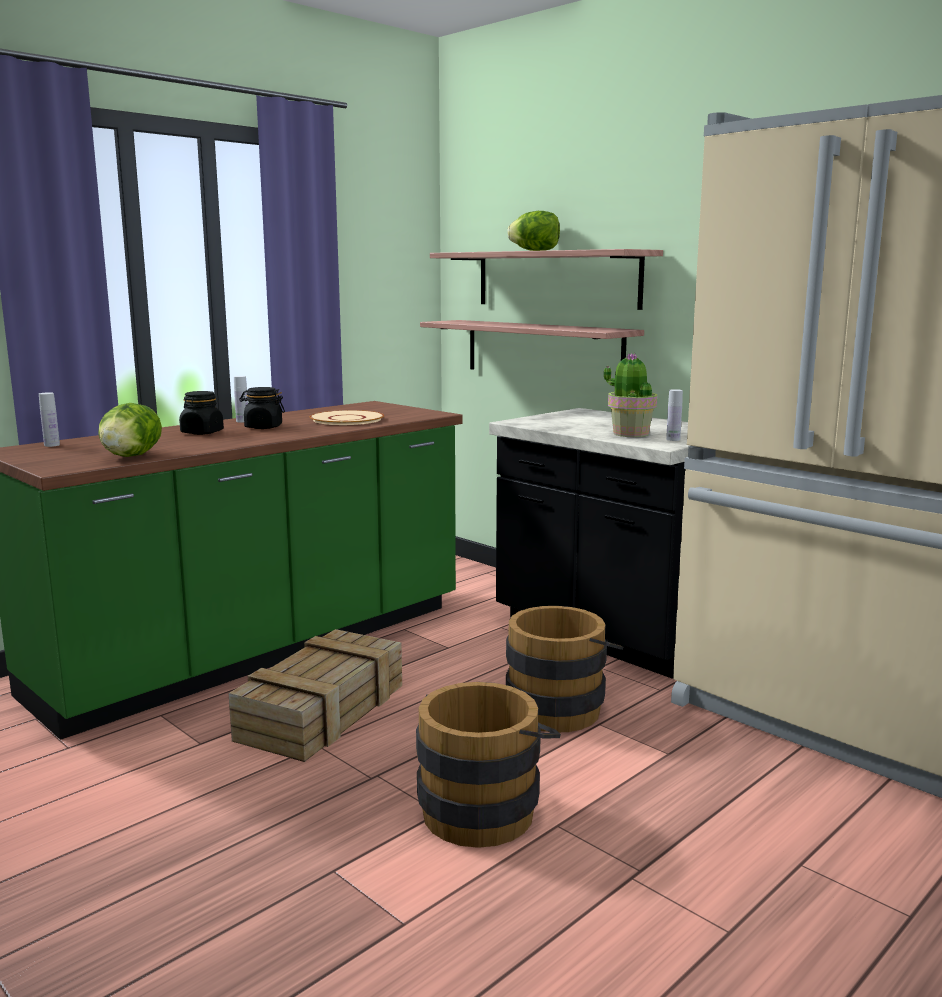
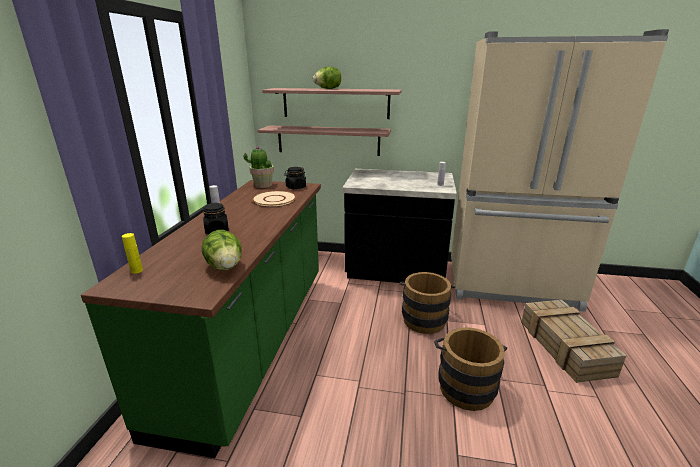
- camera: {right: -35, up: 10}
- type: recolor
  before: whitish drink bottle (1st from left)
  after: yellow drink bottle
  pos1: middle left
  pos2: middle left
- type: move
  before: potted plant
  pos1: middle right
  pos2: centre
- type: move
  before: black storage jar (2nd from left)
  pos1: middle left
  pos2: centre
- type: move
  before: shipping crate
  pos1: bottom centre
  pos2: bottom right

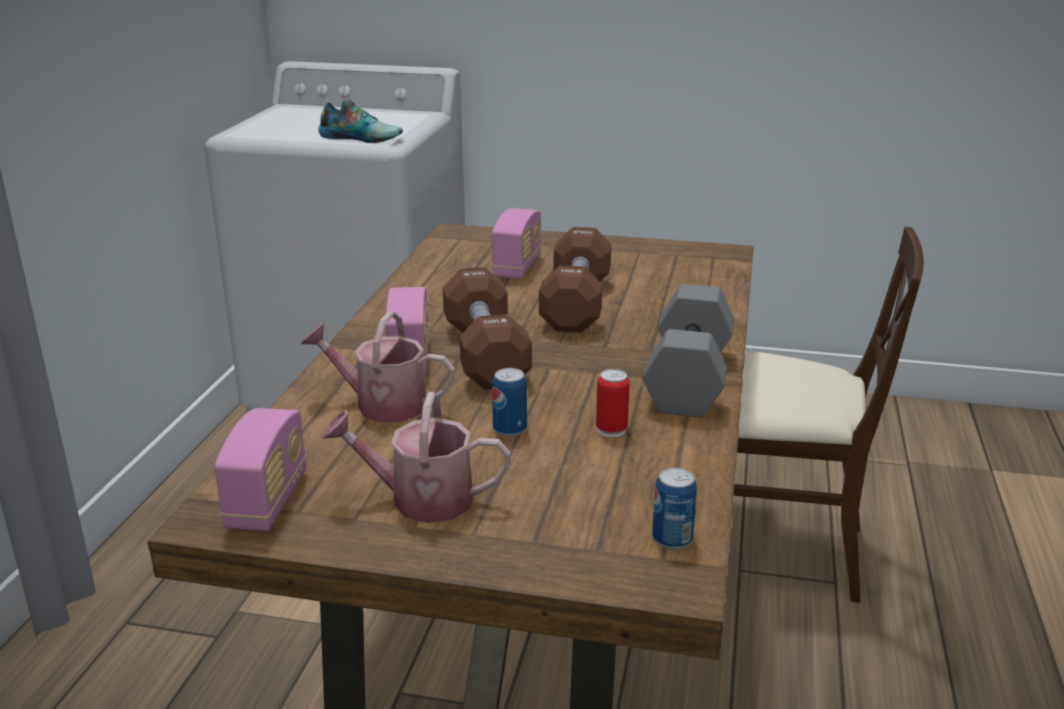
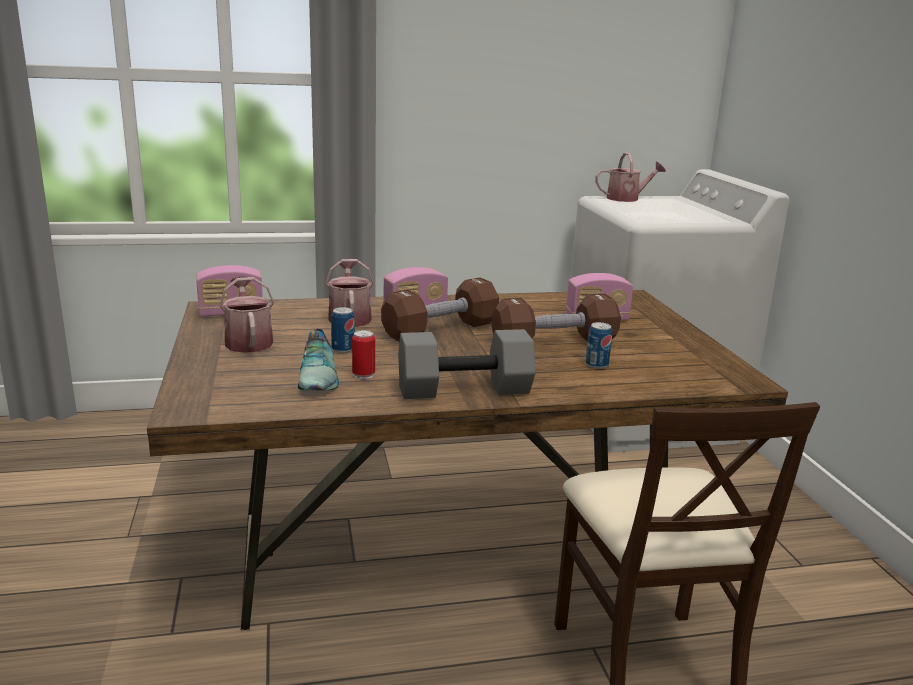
- camera: {right: 65, up: -5}
- type: move
  before: shoe
  pos1: top centre
  pos2: centre
- type: move
  before: can (3rd from left)
  pos1: bottom centre
  pos2: centre
- type: insert
  after: watering can (3rd from left)
  pos2: top right

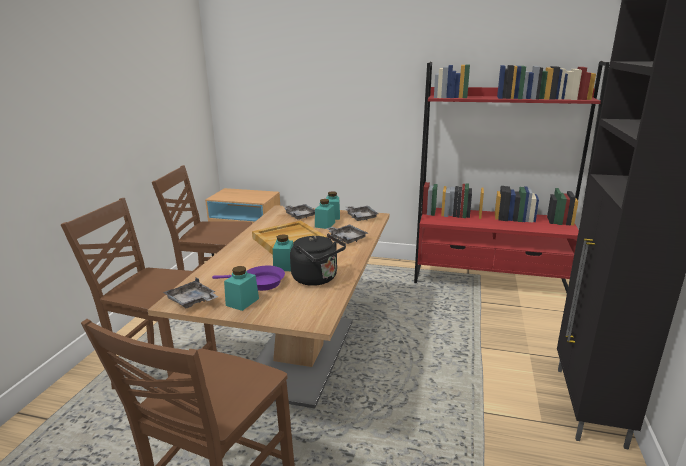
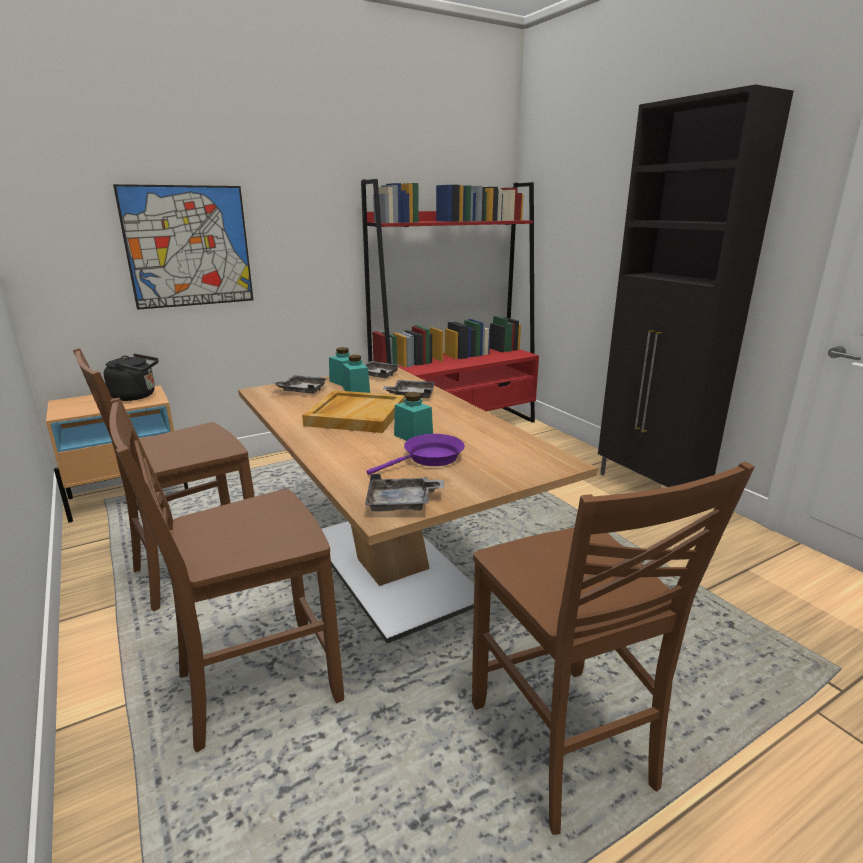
- camera: {right: -45, up: 0}
- type: move
  before: black tea kettle
  pos1: centre
  pos2: middle left
- type: insert
  after: wall art
  pos2: top left
- type: delete
  before: turquoise-coloured storage jar (1st from left)
  pos1: centre

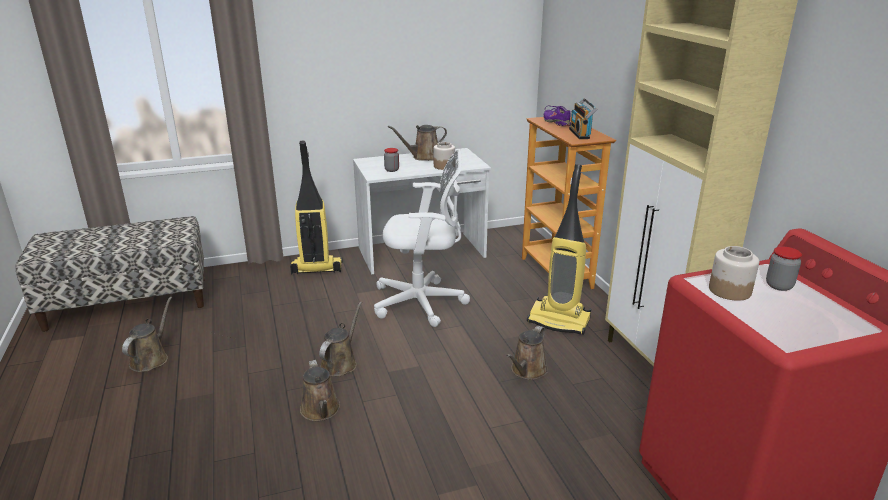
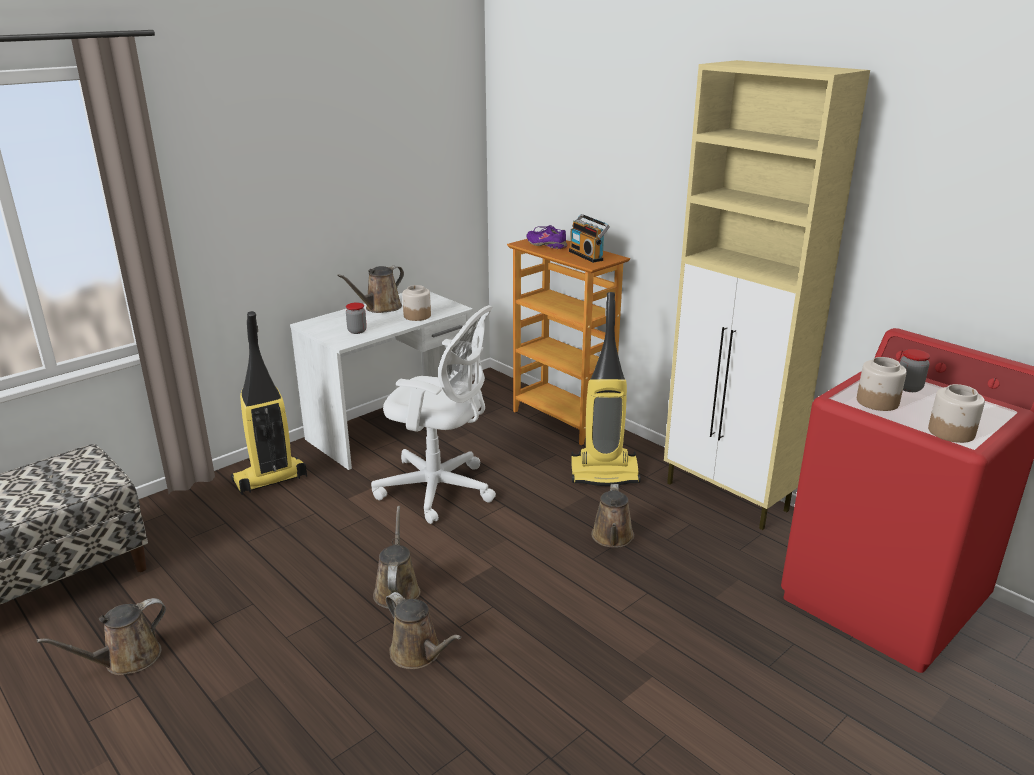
- camera: {right: -25, up: 0}
- type: rotate
  before: brownish watering can (1st from left)
  pos1: bottom left
  pos2: bottom left
  turn: -120
- type: rotate
  before: whitish office chair
  pos1: centre
  pos2: centre
  turn: 45
- type: insert
  after: storage jar (5th from left)
  pos2: middle right

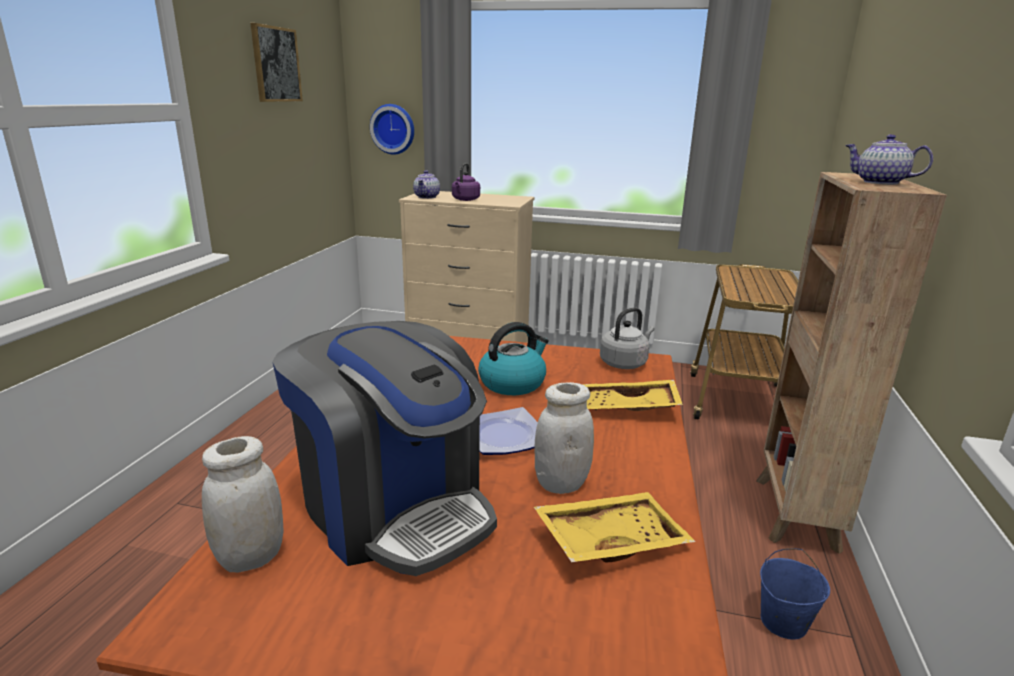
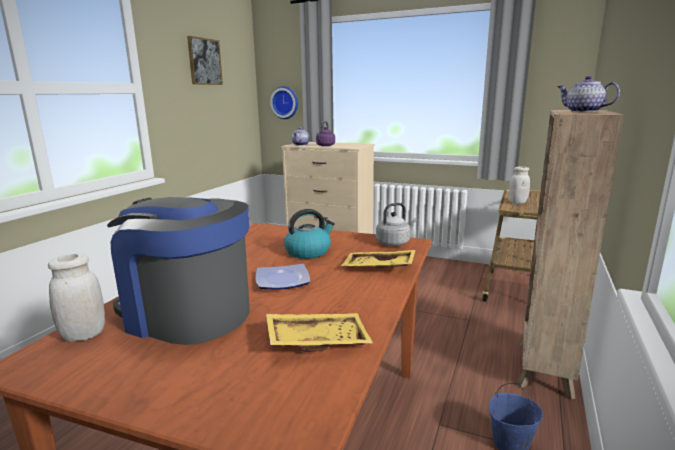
- camera: {right: 10, up: -5}
- type: rotate
  before: coffee machine
  pos1: centre
  pos2: middle left
  turn: 150
- type: move
  before: whitish storage jar (2nd from left)
  pos1: centre
  pos2: middle right

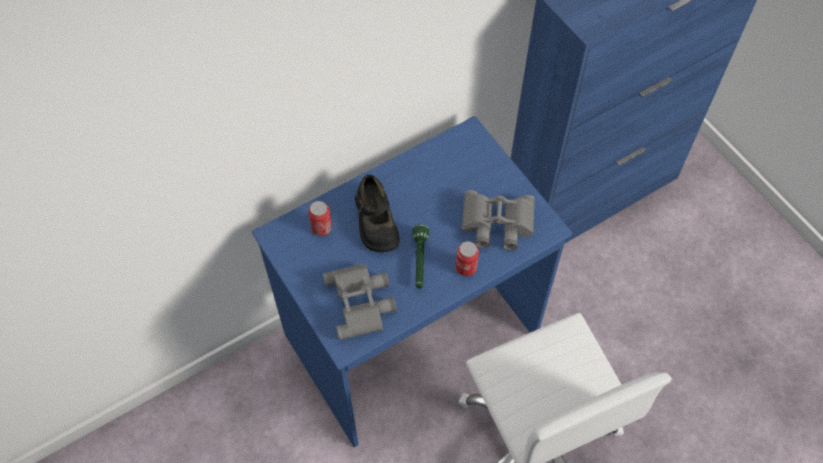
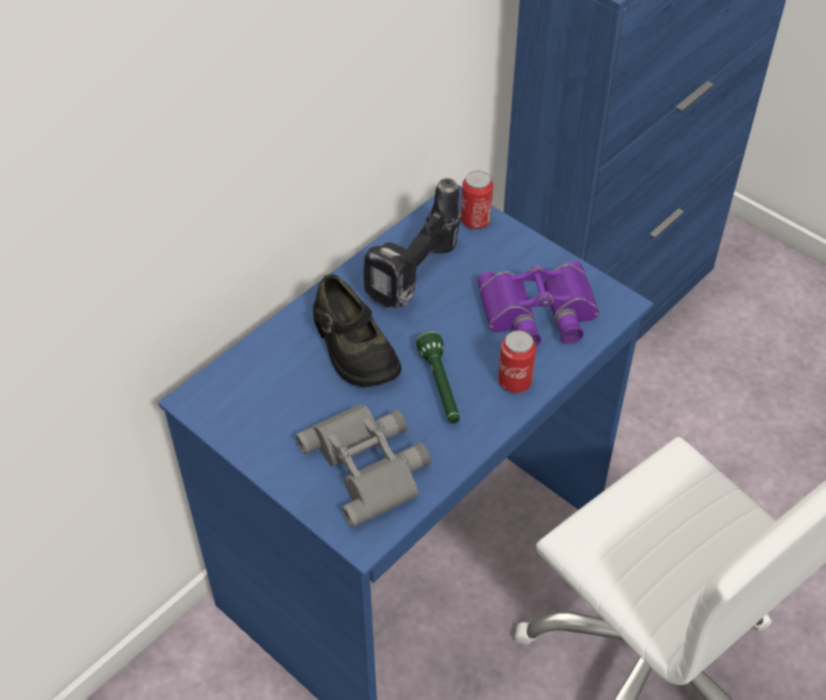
- camera: {right: -15, up: -10}
- type: insert
  after: electric drill
  pos2: centre
- type: move
  before: can (1st from left)
  pos1: centre
  pos2: top centre
- type: recolor
  before: greyish field glasses (2nd from left)
  after: purplish field glasses
  pos1: centre
  pos2: centre

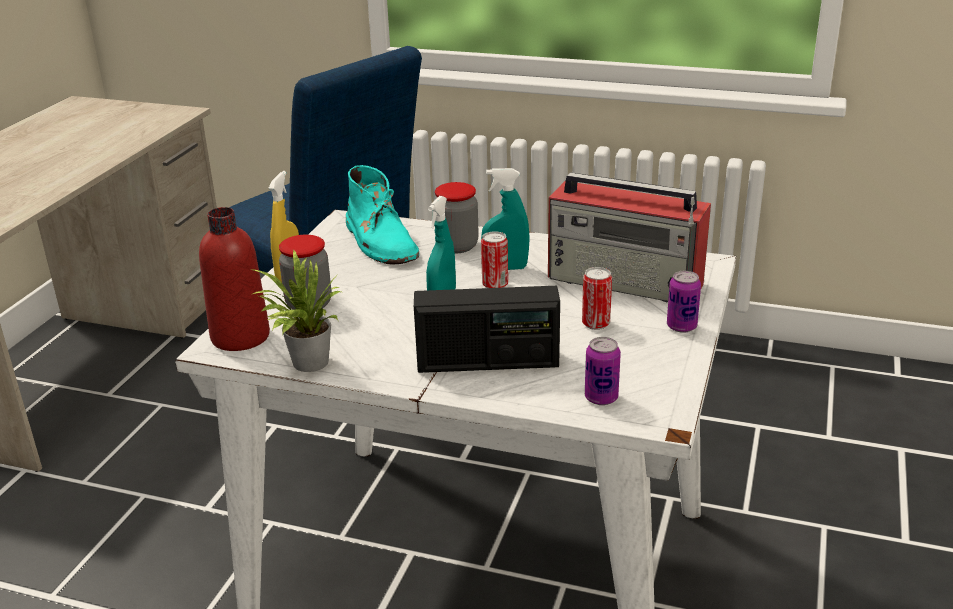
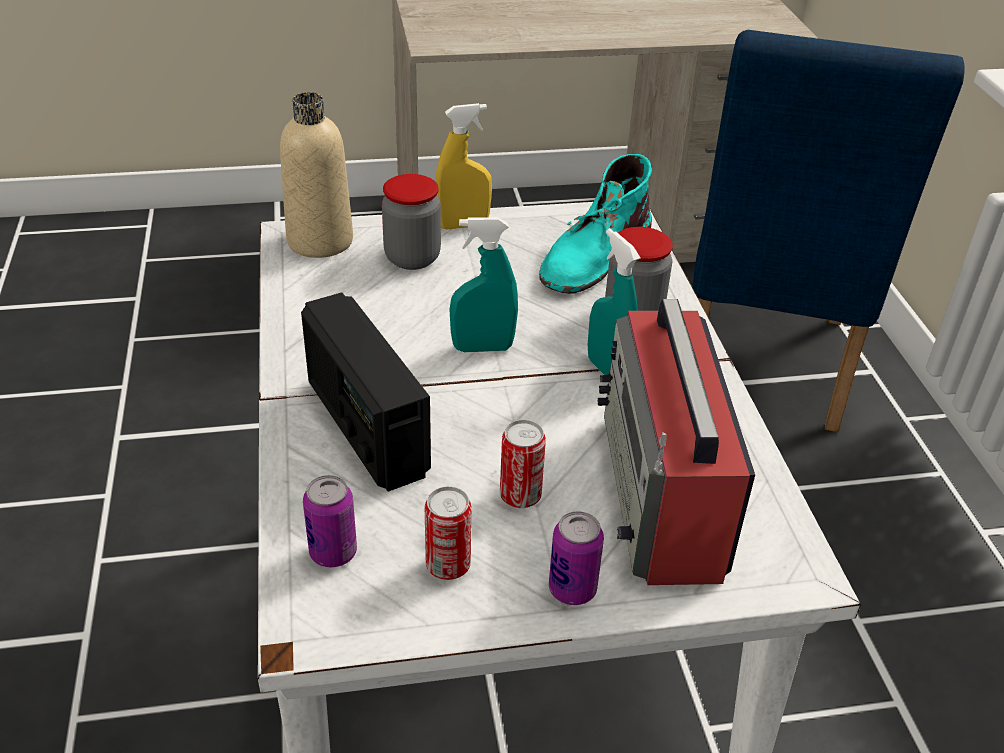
- camera: {right: 60, up: 10}
- type: recolor
  before: red drink bottle
  after: beige-coloured drink bottle
  pos1: middle left
  pos2: top left
- type: move
  before: can (1st from left in the first image)
  after: can (2nd from left)
  pos1: centre
  pos2: bottom centre
- type: delete
  before: potted plant
  pos1: middle left

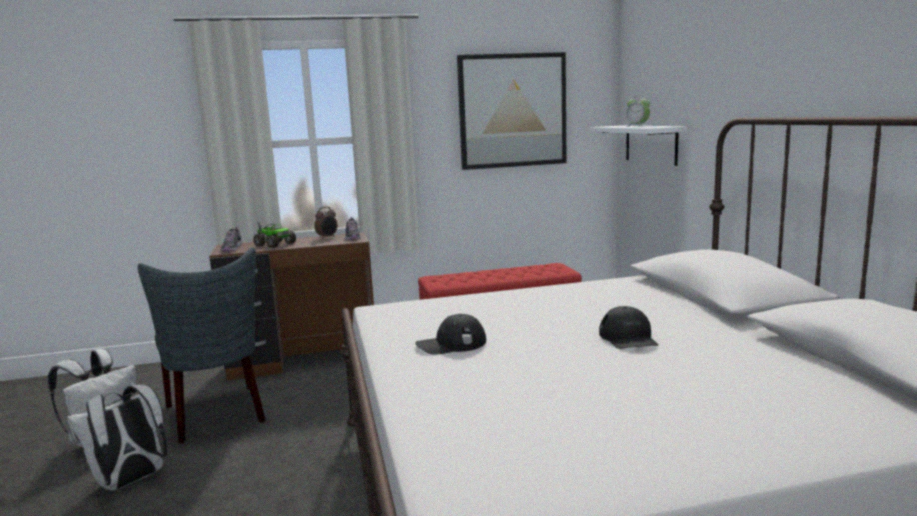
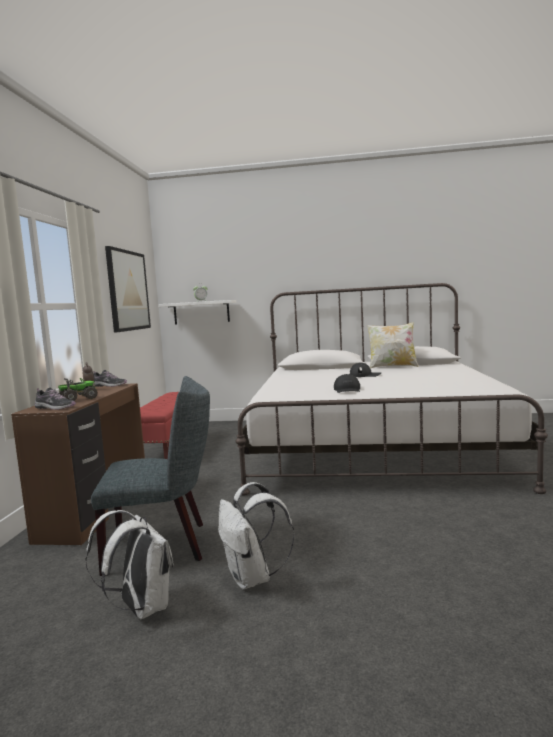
- camera: {right: -70, up: -5}
- type: insert
  after: throw pillow
  pos2: middle right

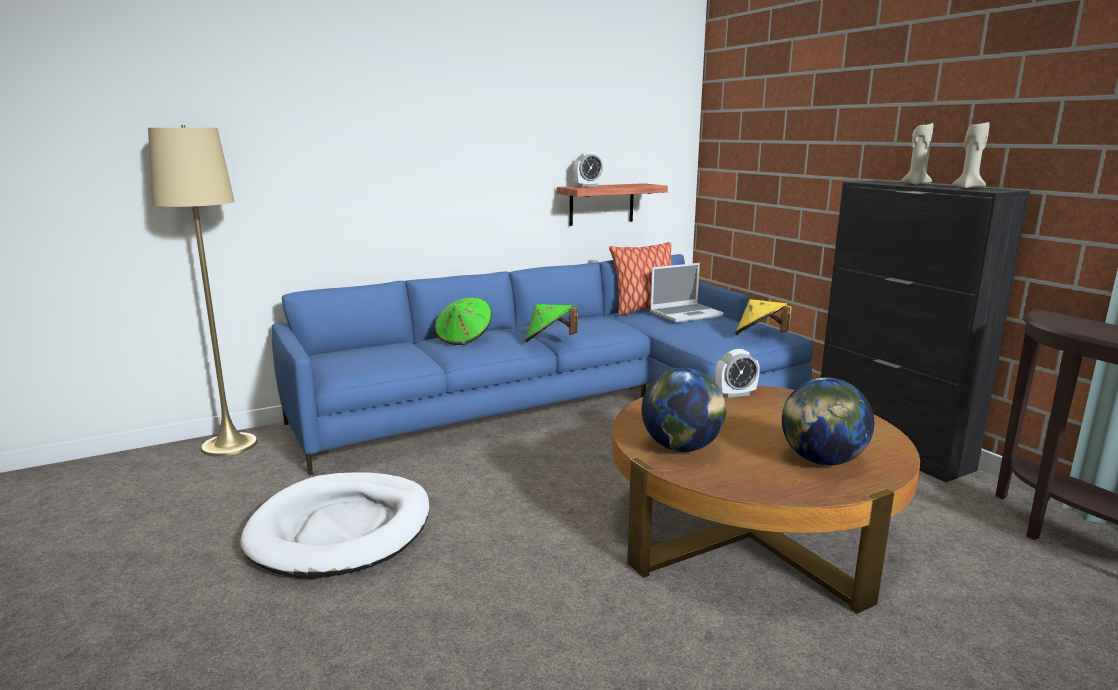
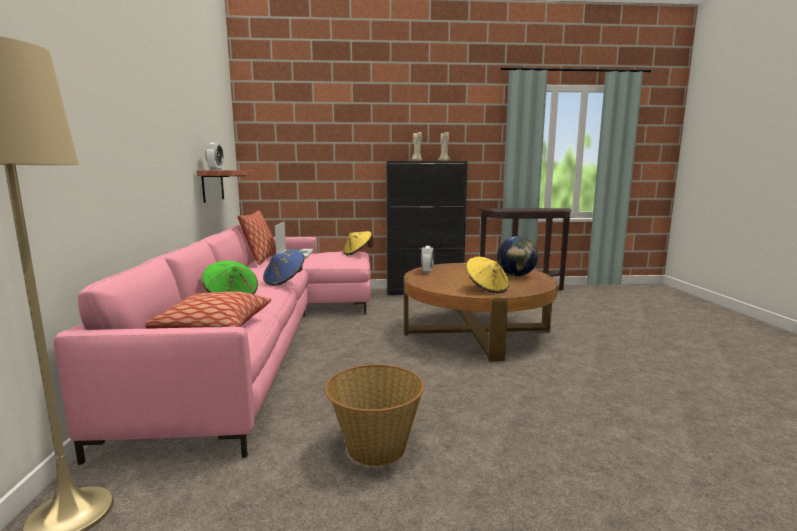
- camera: {right: -65, up: -5}
- type: recolor
  before: blue settee
  after: pink settee
  pos1: centre
  pos2: middle left
- type: insert
  after: throw pillow (1st from left)
  pos2: middle left
- type: recolor
  before: green hat (2nd from left)
  after: blue hat
  pos1: centre
  pos2: centre
- type: replace
  before: whitish pet bed
  after: storage basket
  pos1: bottom left
  pos2: bottom centre
- type: replace
  before: world globe (1st from left)
  after: yellow hat (2nd from left)
  pos1: centre
  pos2: centre

